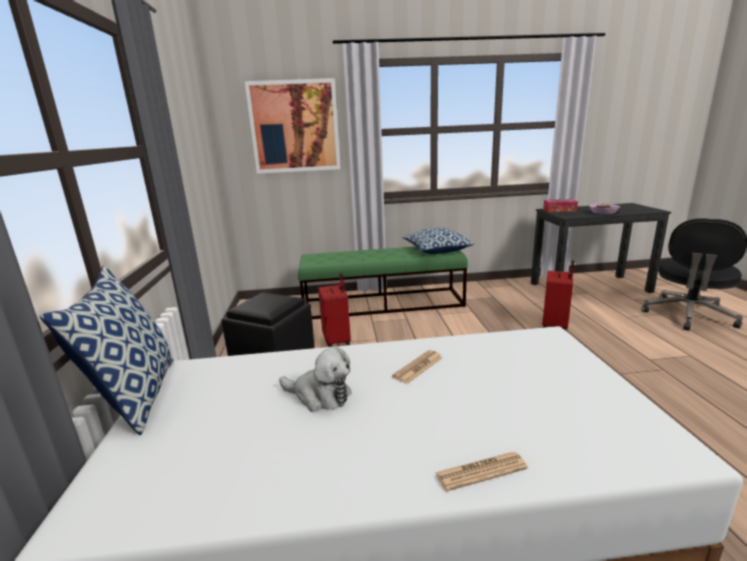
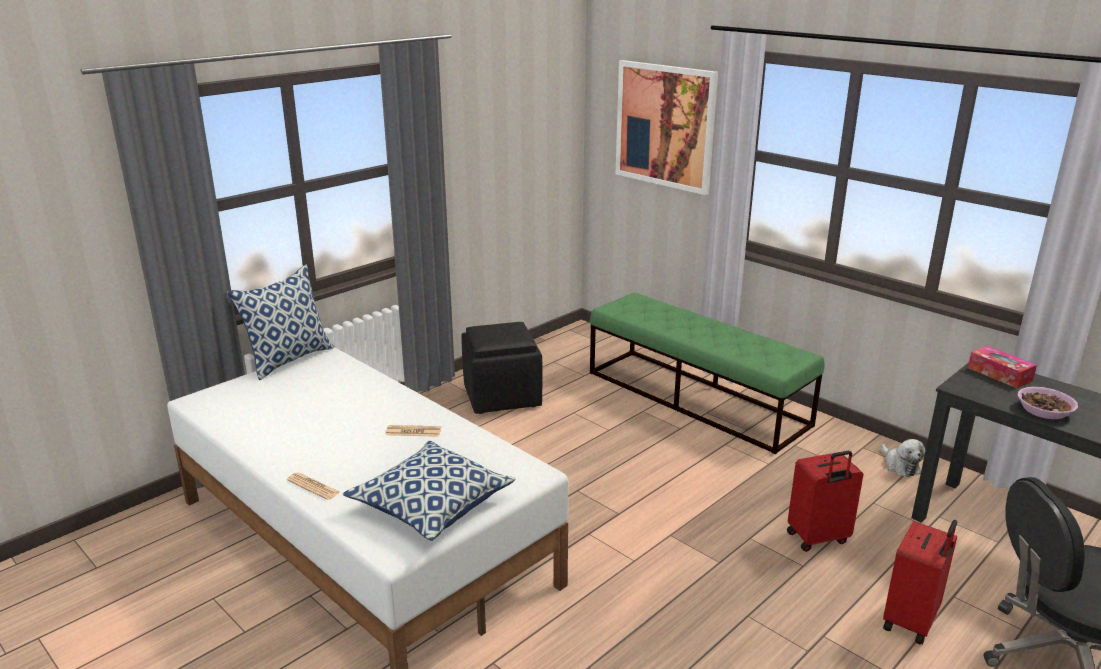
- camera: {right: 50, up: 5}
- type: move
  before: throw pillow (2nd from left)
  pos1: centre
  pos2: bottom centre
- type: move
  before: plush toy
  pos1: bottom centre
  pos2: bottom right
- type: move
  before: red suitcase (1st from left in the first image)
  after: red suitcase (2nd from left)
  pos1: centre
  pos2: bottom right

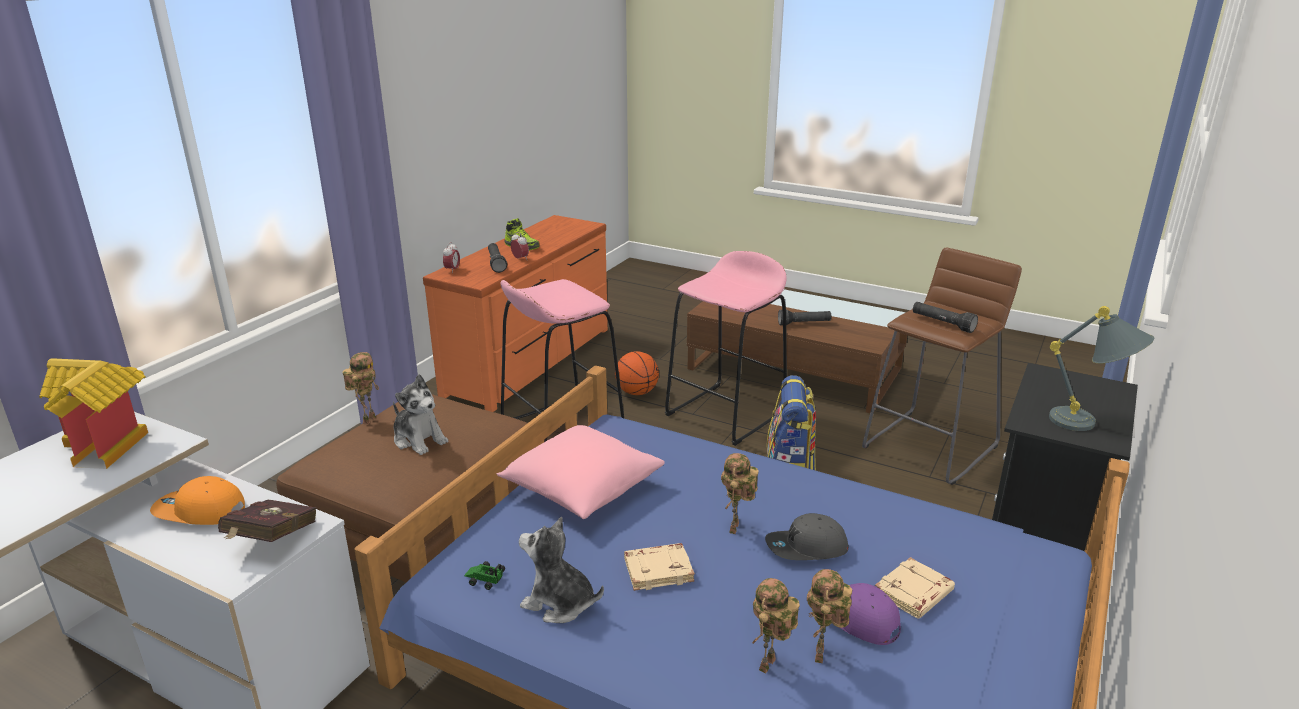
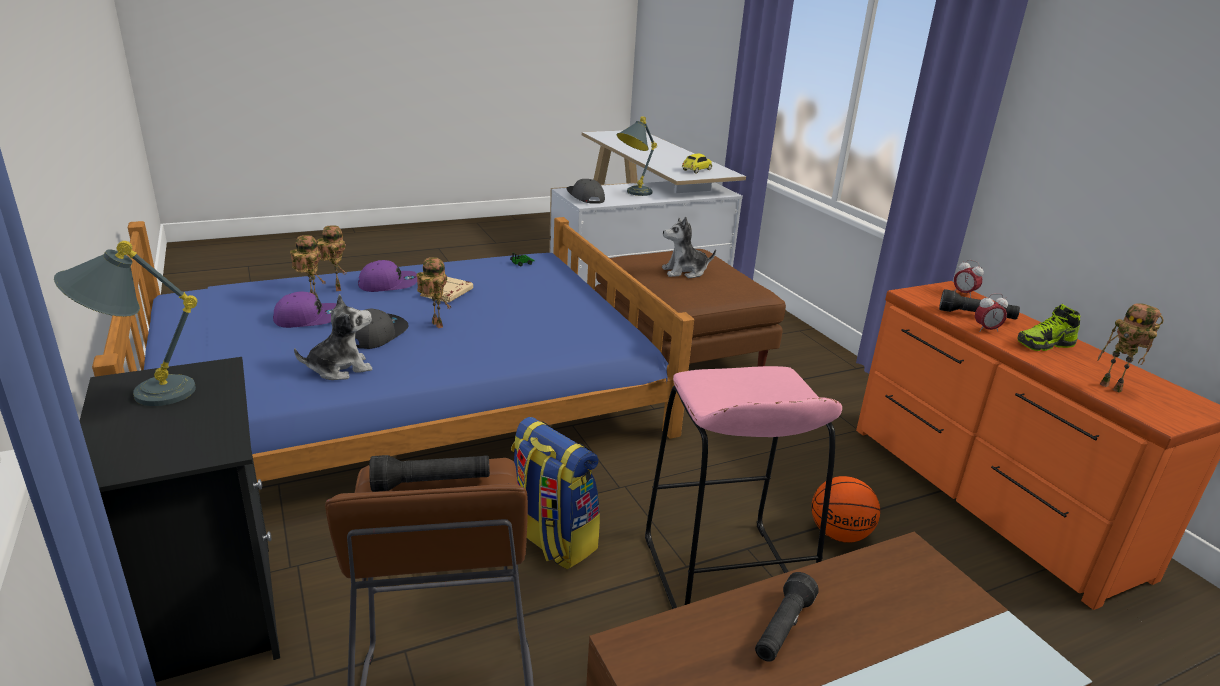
- camera: {right: 125, up: 0}
- type: move
  before: plush toy (2nd from left in the first image)
  after: plush toy (1st from left)
  pos1: bottom centre
  pos2: middle left
- type: insert
  after: purplish baseball cap (2nd from left)
  pos2: middle left
- type: replace
  before: red volume
  after: greyish baseball cap (2nd from left)
  pos1: bottom left
  pos2: top centre
- type: replace
  before: orange baseball cap
  after: greyish table lamp (2nd from left)
  pos1: bottom left
  pos2: top centre
- type: replace
  before: toy house
  after: miniature car (2nd from left)
  pos1: middle left
  pos2: top centre
- type: move
  before: toy robot (1st from left in the first image)
  after: toy robot (4th from left)
  pos1: middle left
  pos2: middle right
- type: delete
  before: pink throw pillow
  pos1: centre
- type: delete
  before: pink stool seat (1st from left)
  pos1: centre
- type: delete
  before: beige-coloured volume (2nd from left)
  pos1: bottom right

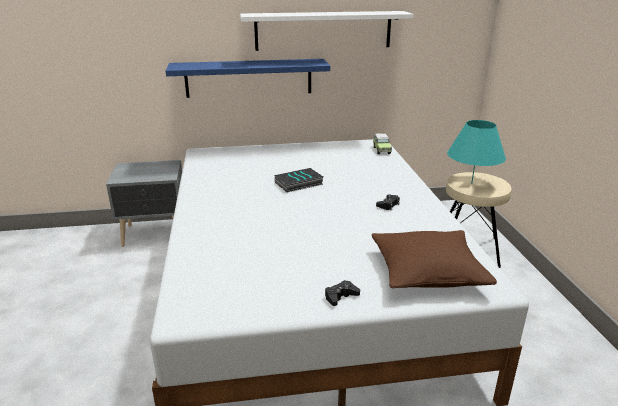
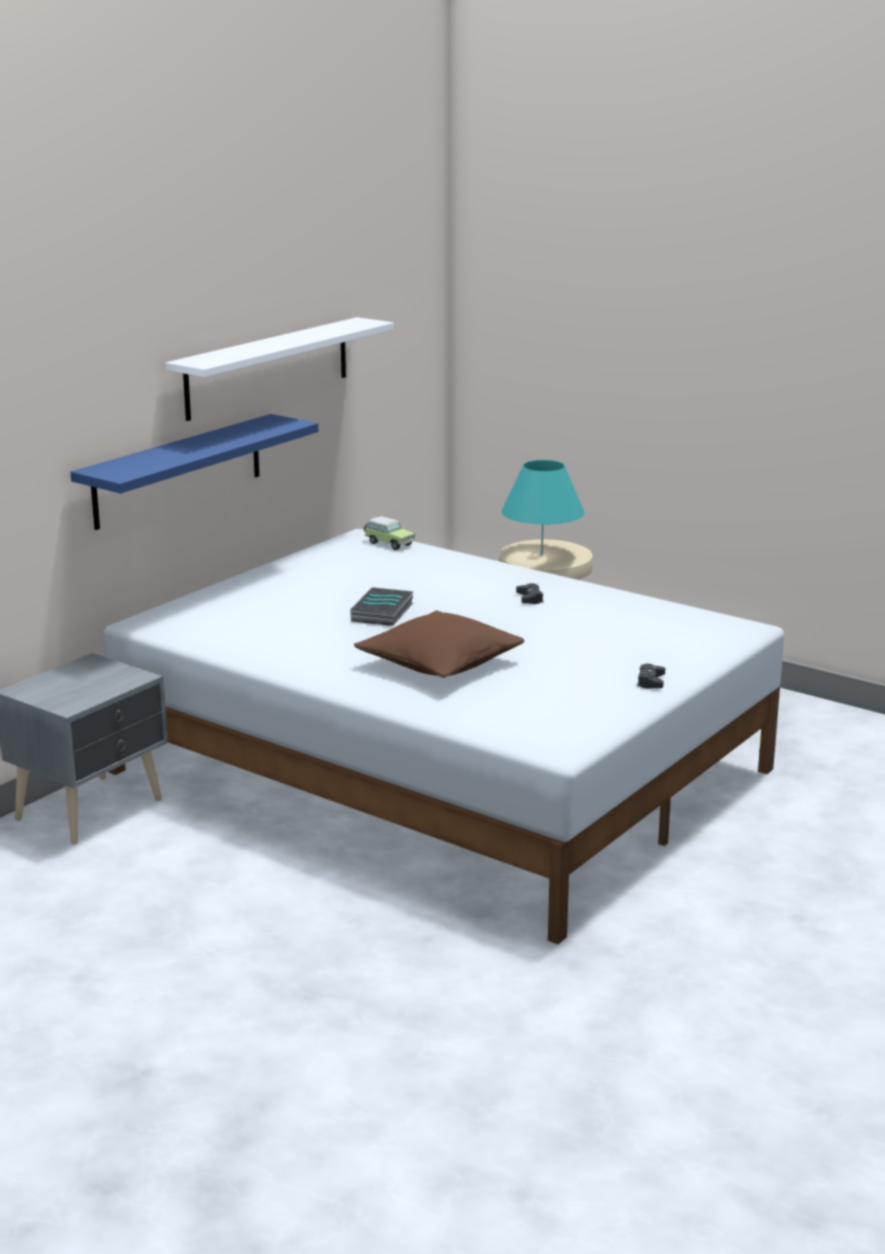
- camera: {right: -45, up: -5}
- type: move
  before: brownish throw pillow
  pos1: middle right
  pos2: centre

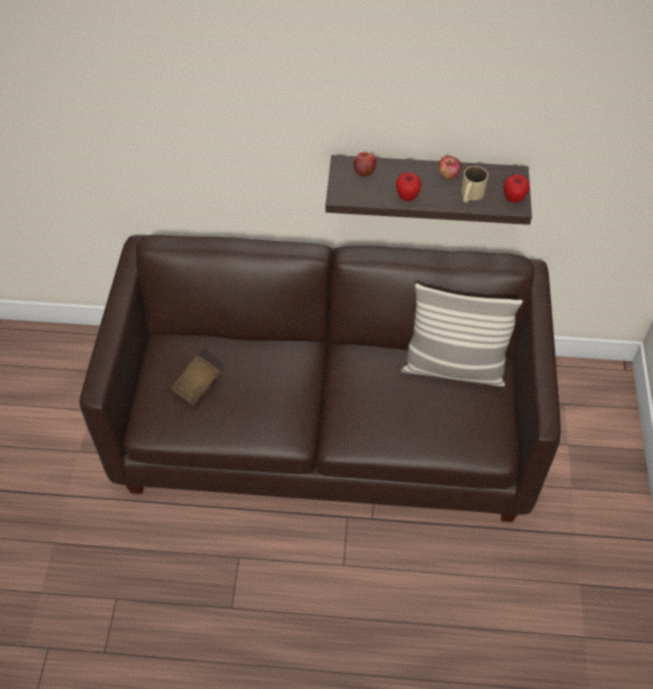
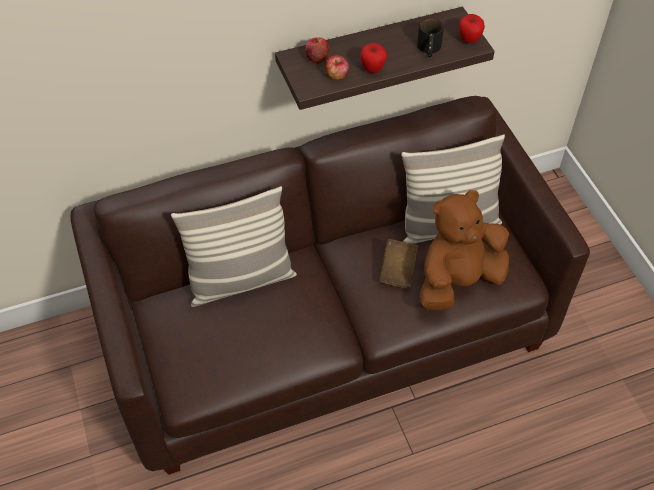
- camera: {right: -25, up: 0}
- type: insert
  after: throw pillow (1st from left)
  pos2: centre
- type: move
  before: apple fruit (3rd from left in the first image)
  after: apple fruit (2nd from left)
  pos1: top right
  pos2: top centre
- type: move
  before: brownish volume
  pos1: middle left
  pos2: centre
- type: recolor
  before: beige-coloured coffee mug
  after: black coffee mug
  pos1: top right
  pos2: top centre
- type: insert
  after: brownish plush toy
  pos2: middle right

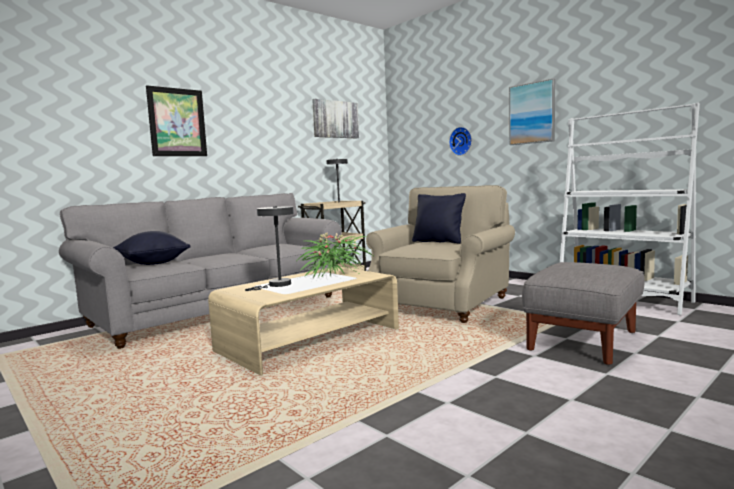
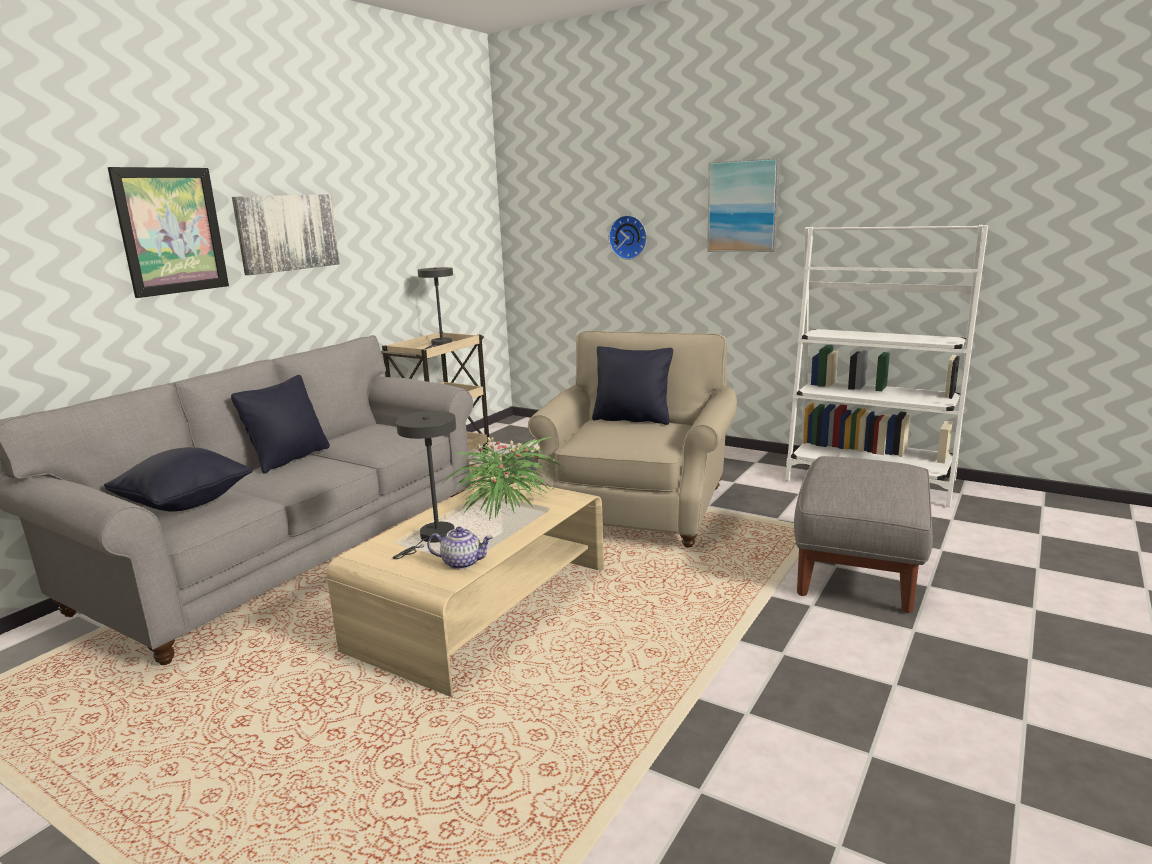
- camera: {right: -15, up: 10}
- type: insert
  after: black throw pillow (2nd from left)
  pos2: middle left
- type: move
  before: wall art (2nd from left)
  pos1: top centre
  pos2: top left
- type: insert
  after: tea pot
  pos2: centre

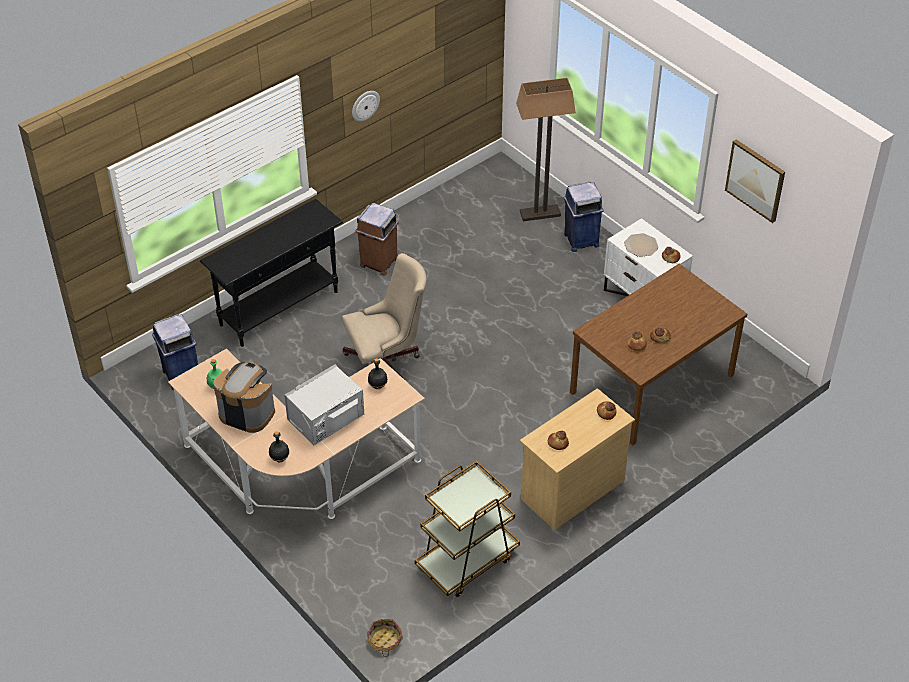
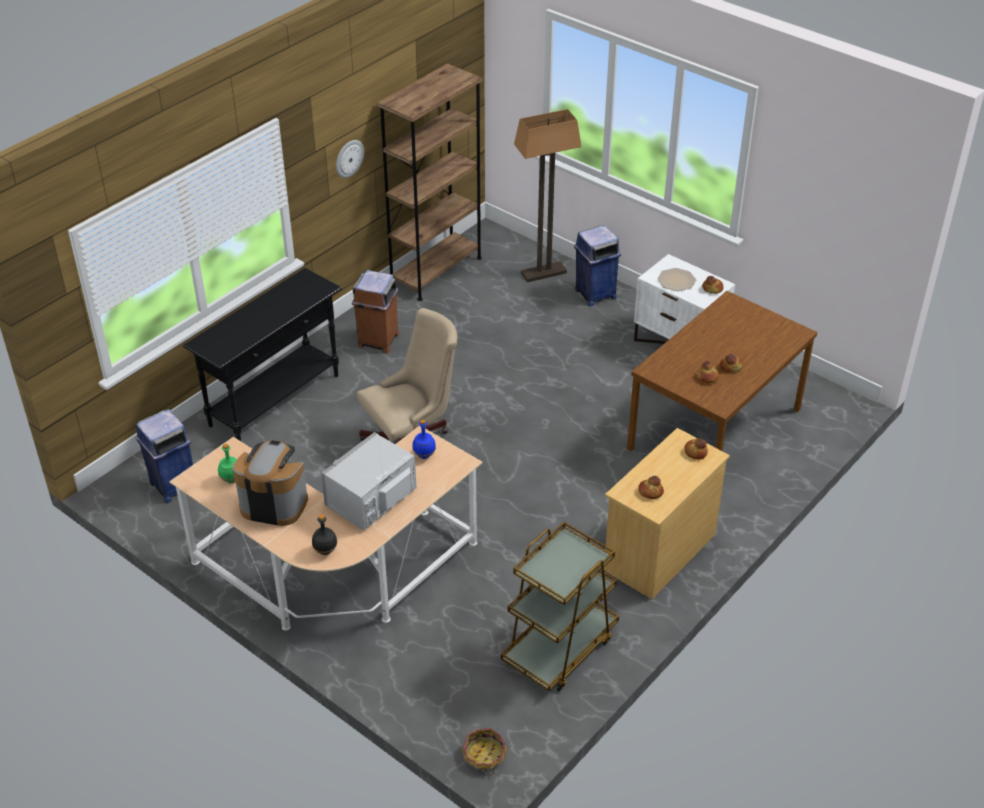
- camera: {right: -10, up: -5}
- type: insert
  after: brownish bookcase
  pos2: top centre
- type: recolor
  before: black drink bottle (2nd from left)
  after: blue drink bottle
  pos1: centre
  pos2: centre
- type: delete
  before: wall art
  pos1: top right

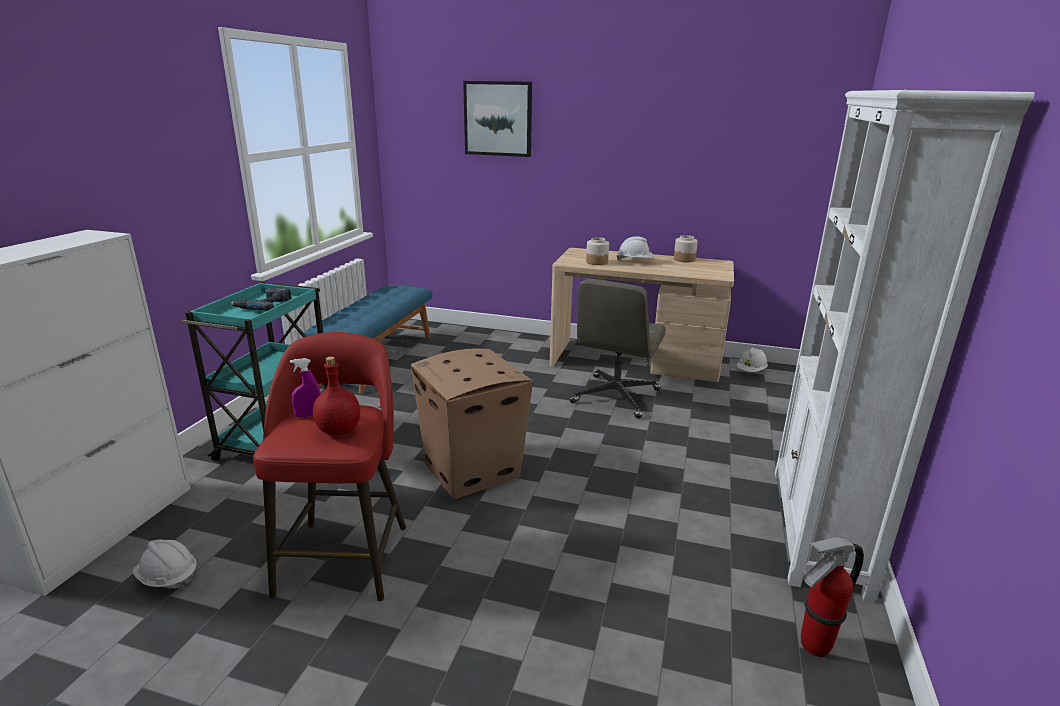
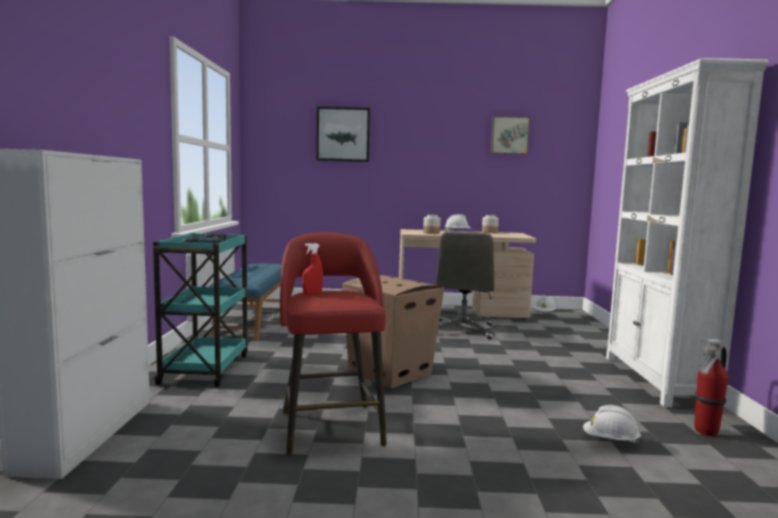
- camera: {right: -15, up: -15}
- type: recolor
  before: purplish spray bottle
  after: red spray bottle
  pos1: middle left
  pos2: centre
- type: insert
  after: wall art (2nd from left)
  pos2: top centre
- type: move
  before: whitish work helmet (1st from left in the first image)
  after: whitish work helmet (3rd from left)
  pos1: bottom left
  pos2: bottom right
- type: delete
  before: red drink bottle
  pos1: middle left

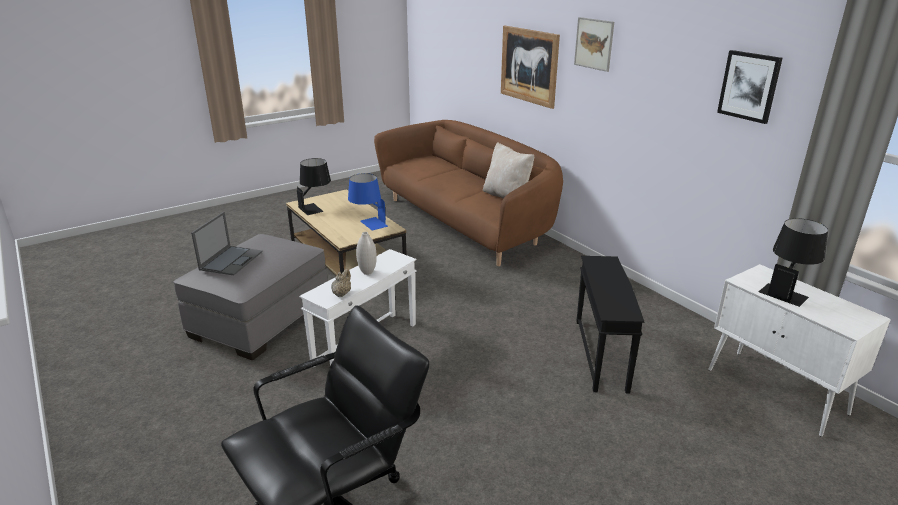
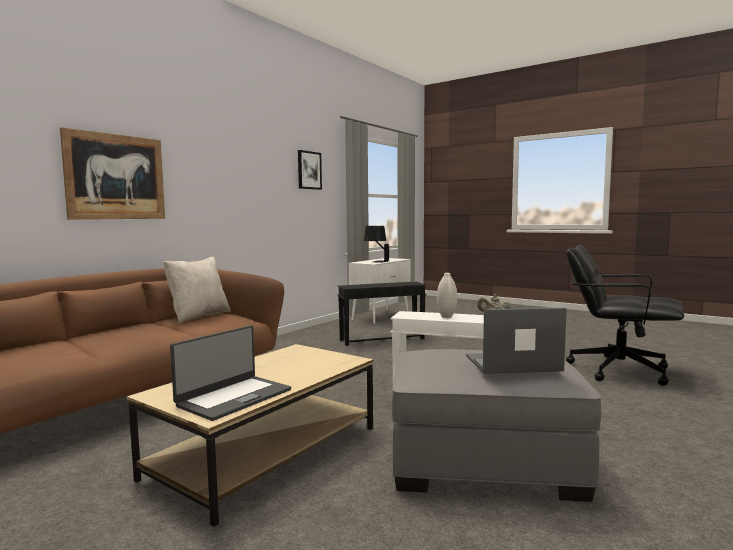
- camera: {right: -110, up: -20}
- type: replace
  before: black table lamp (1st from left)
  after: laptop (1st from left)
  pos1: centre
  pos2: bottom left
- type: delete
  before: blue table lamp
  pos1: centre
- type: delete
  before: wall art (2nd from left)
  pos1: top centre

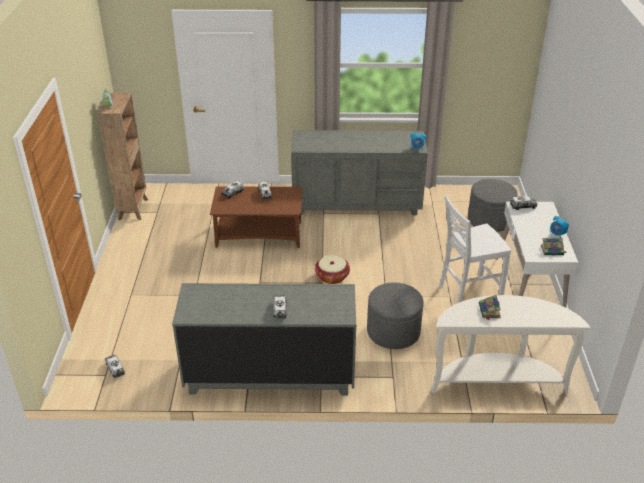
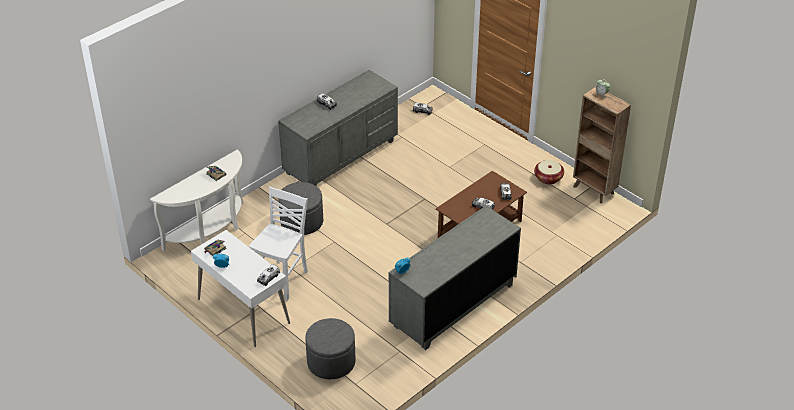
- camera: {right: 135, up: 5}
- type: move
  before: storage basket
  pos1: centre
  pos2: middle right

